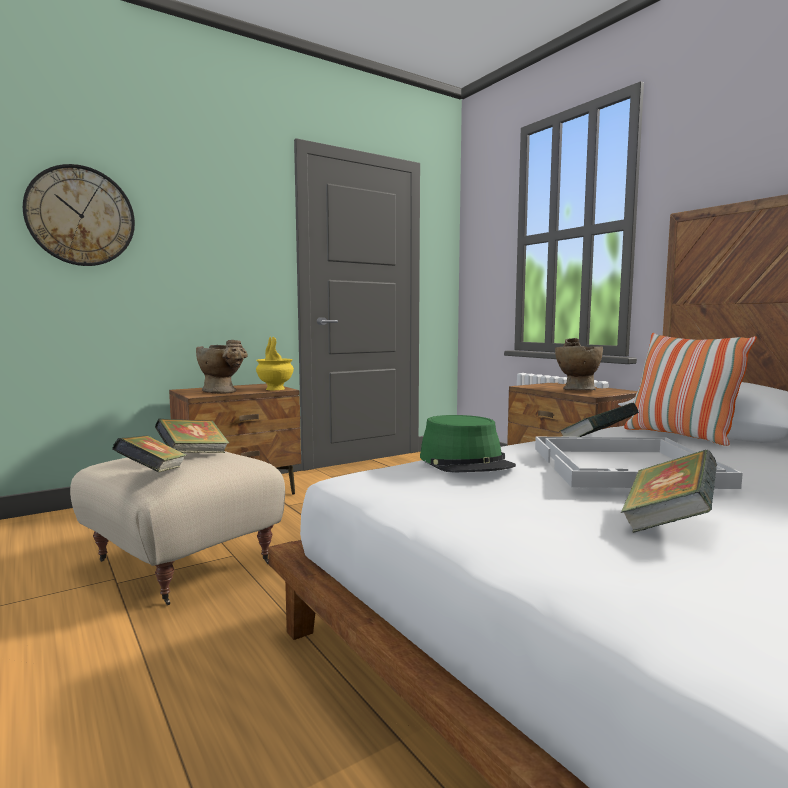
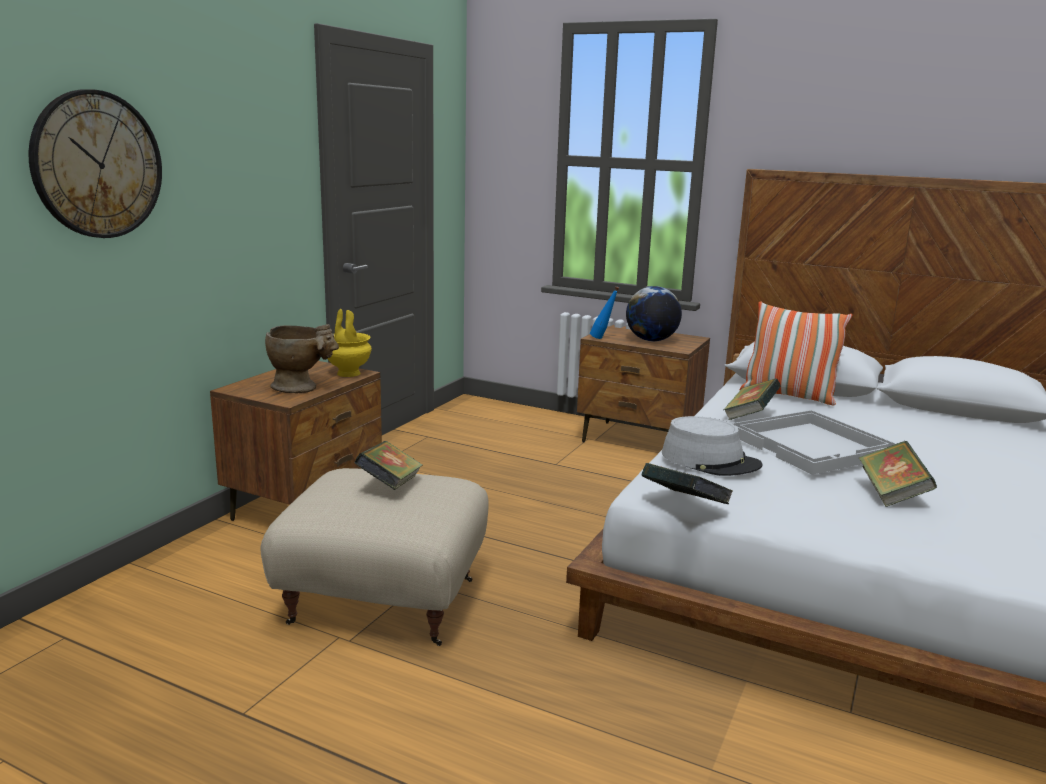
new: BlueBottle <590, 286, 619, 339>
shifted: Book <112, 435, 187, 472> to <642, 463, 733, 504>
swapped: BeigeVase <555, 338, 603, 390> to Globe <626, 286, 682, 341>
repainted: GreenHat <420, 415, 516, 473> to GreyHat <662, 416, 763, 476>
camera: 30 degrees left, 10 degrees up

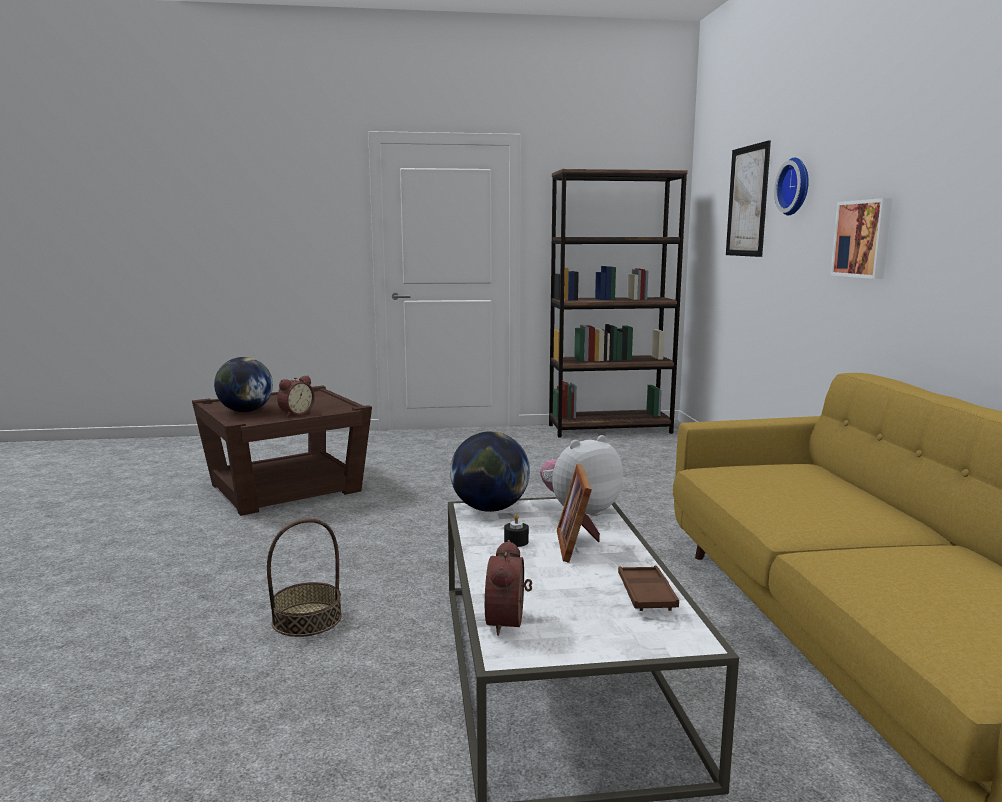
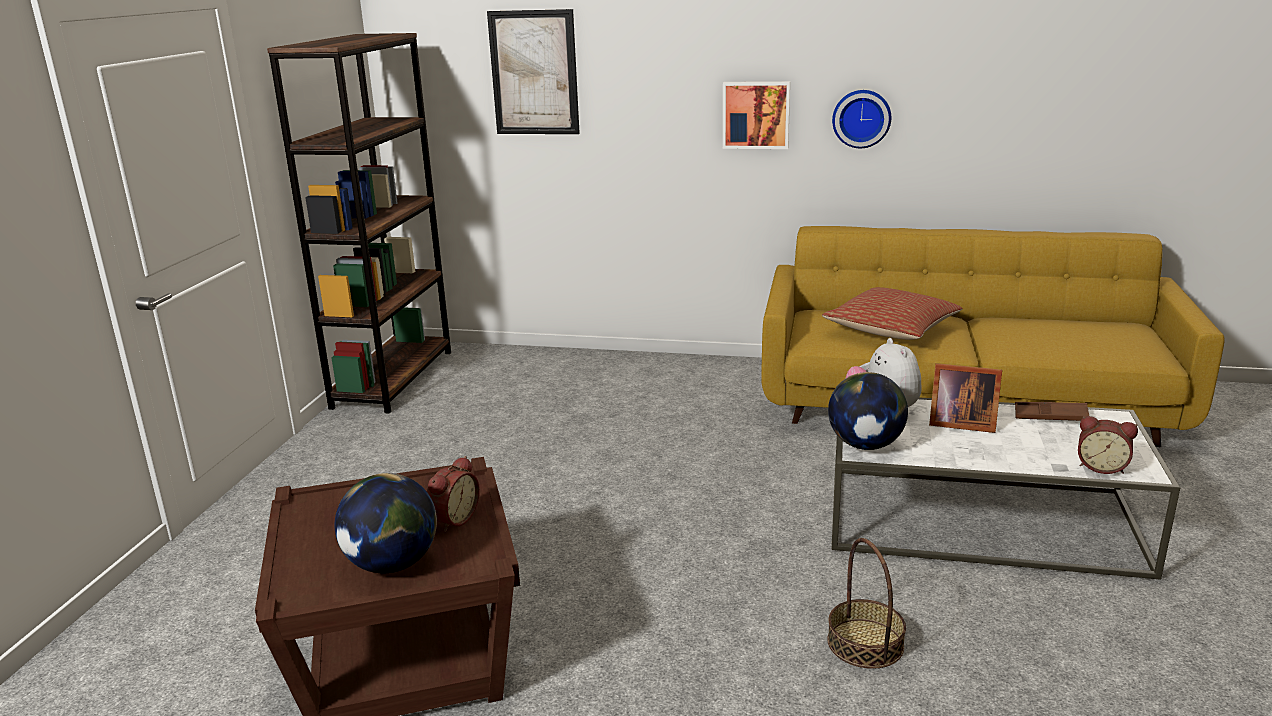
gone: BlackCandle <504, 514, 529, 547>
new: Pillow <822, 287, 963, 340>
shifted: WallClock <774, 158, 809, 215> to <832, 90, 891, 148>
rotated: AlarmClock <277, 375, 315, 417> = <427, 456, 480, 532> 60 degrees clockwise
camera: 70 degrees left, 10 degrees up

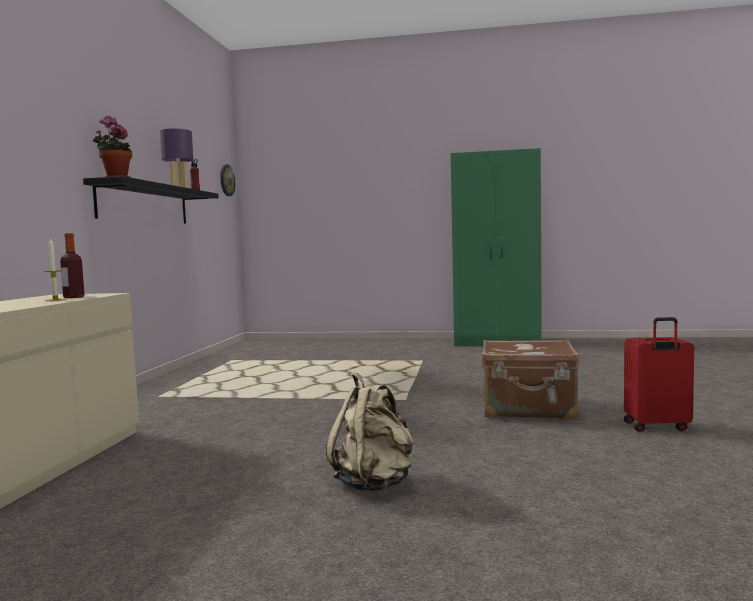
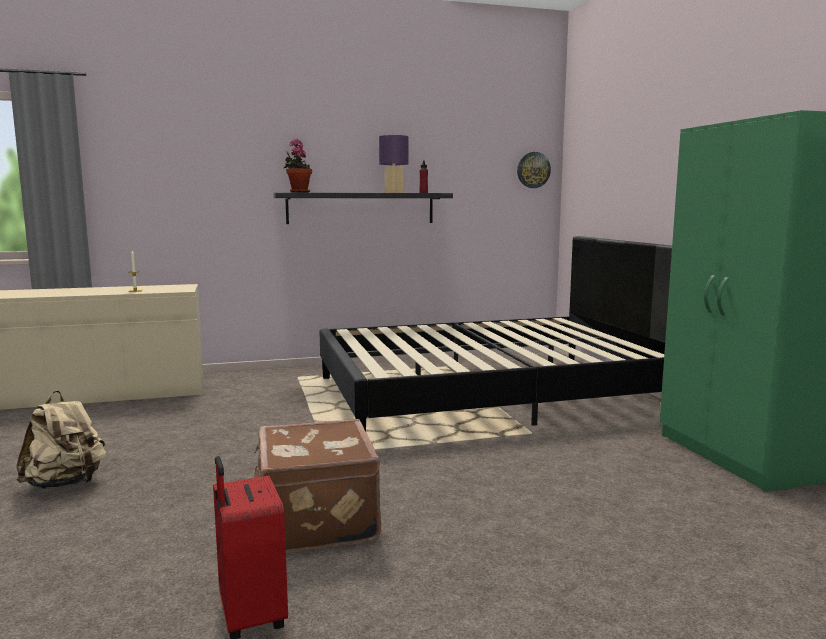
gone: Bottle <60, 233, 85, 298>
new: BlackBed <319, 236, 672, 431>
camera: 65 degrees right, 5 degrees up

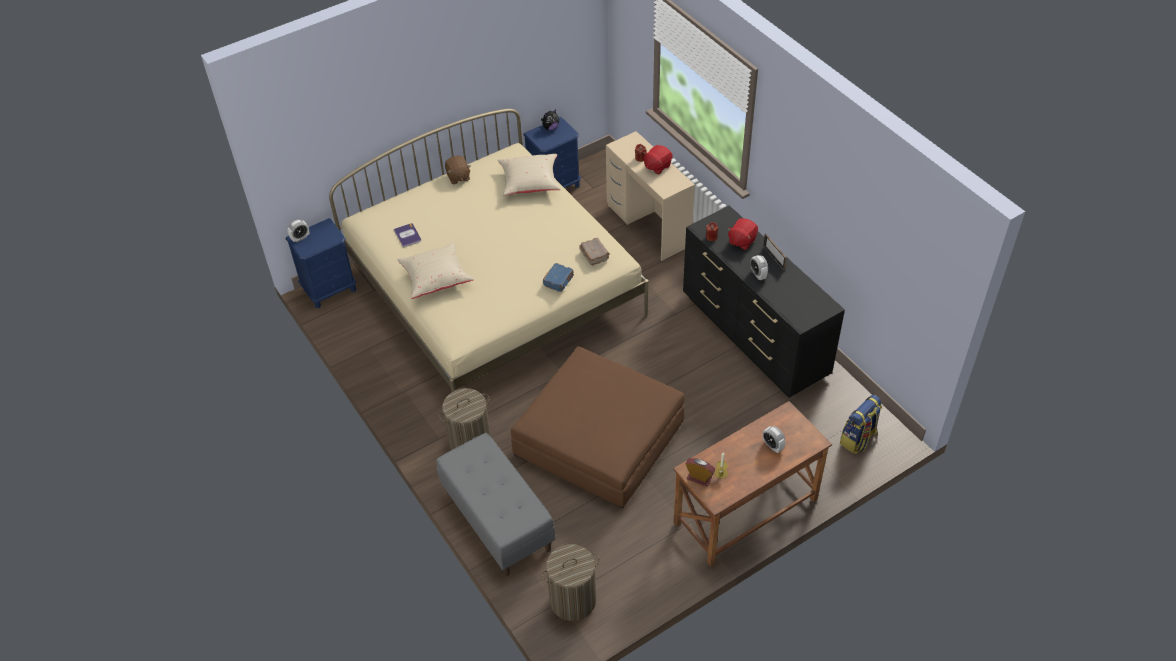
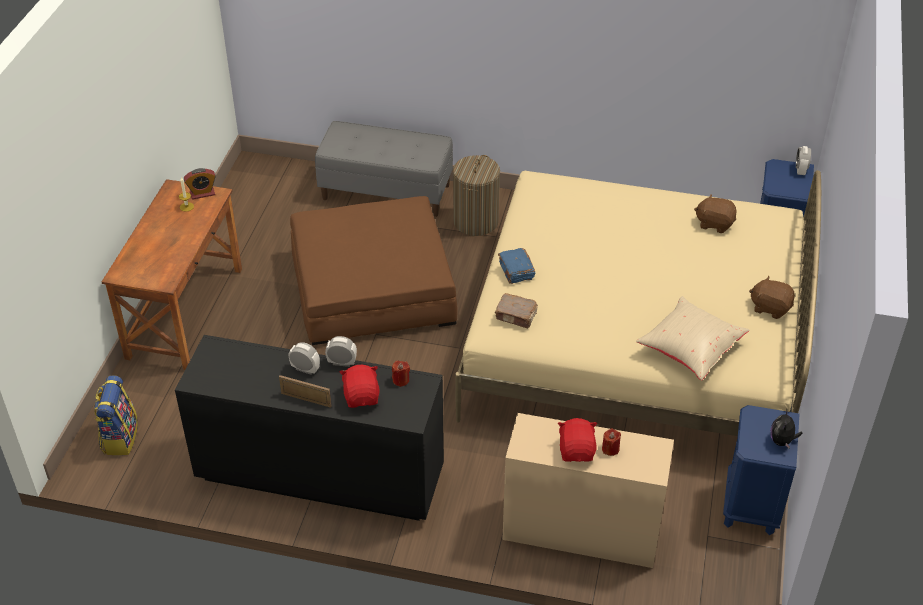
gone: BeigePillow <397, 242, 474, 299>; LaundryBasket <541, 544, 599, 621>
shifted: AlarmClock <763, 426, 785, 453> to <325, 336, 357, 367>
swapped: Book <394, 223, 421, 248> to BrownPlushToy <694, 194, 737, 233>
camera: 135 degrees right, 5 degrees down

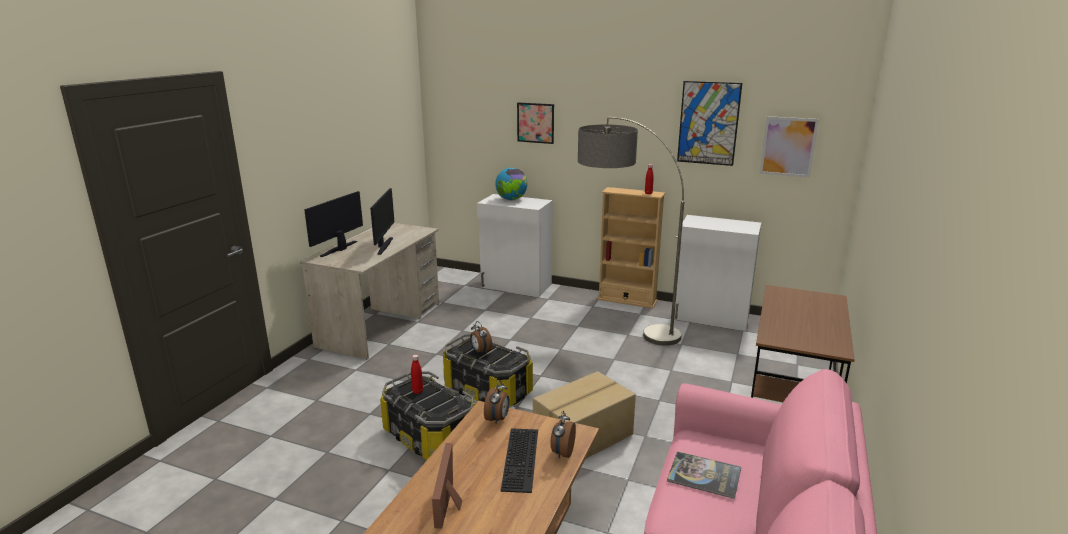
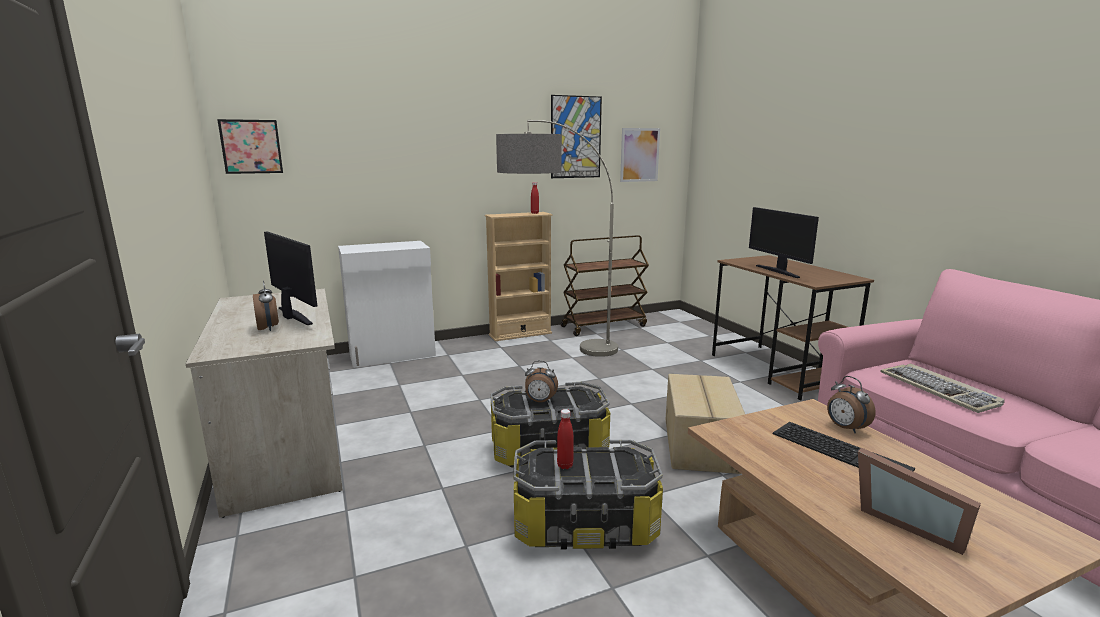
gone: Globe <495, 168, 528, 200>
shifted: Monitor <304, 191, 363, 257> to <749, 207, 819, 278>; AlarmClock <484, 380, 510, 423> to <253, 281, 279, 331>; Picture <517, 102, 554, 144> to <217, 119, 283, 174>
swapped: Book <667, 451, 741, 499> to Keyboard <881, 363, 1005, 413>; WhiteCabinet <674, 215, 761, 331> to BrownCart <561, 235, 649, 336>
camera: 45 degrees left, 5 degrees down

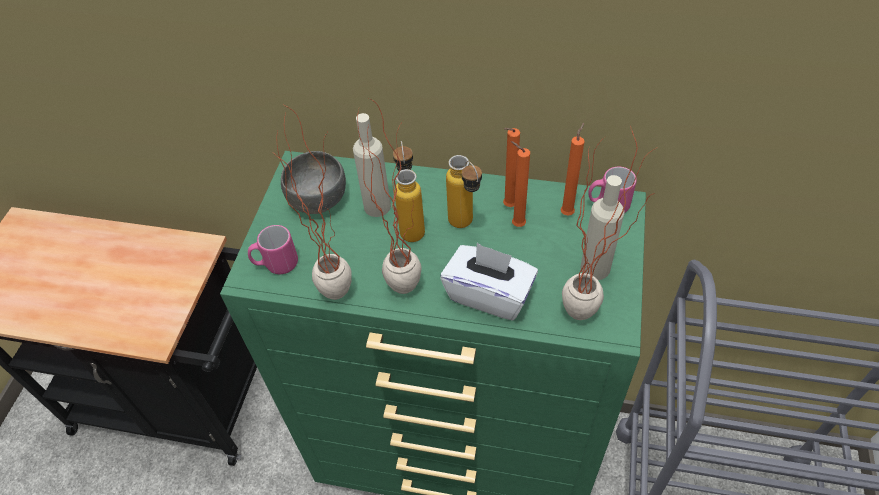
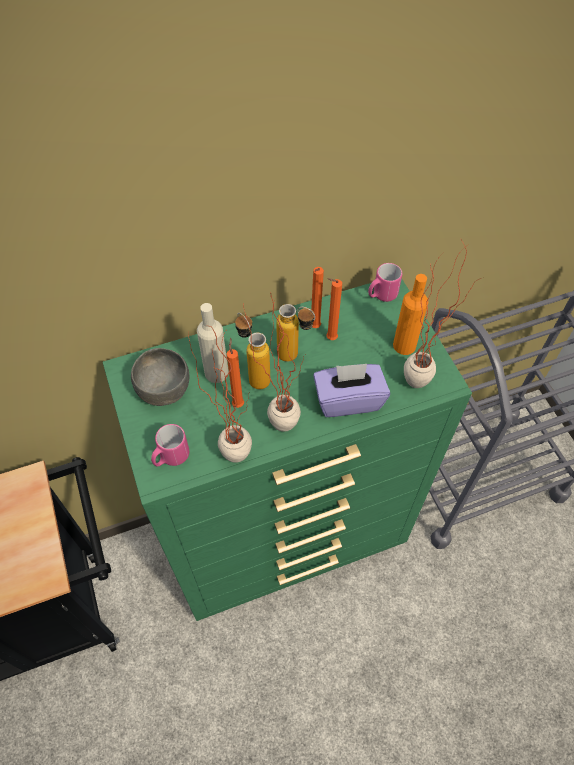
shifted: OrangeCandle <561, 123, 584, 216> to <227, 338, 244, 408>
repainted: WhiteTissueBox <440, 243, 538, 320> to PurpleTissueBox <313, 364, 390, 417>; BeigeBottle <580, 175, 624, 280> to OrangeBottle <393, 274, 428, 355>
camera: 35 degrees left, 5 degrees up

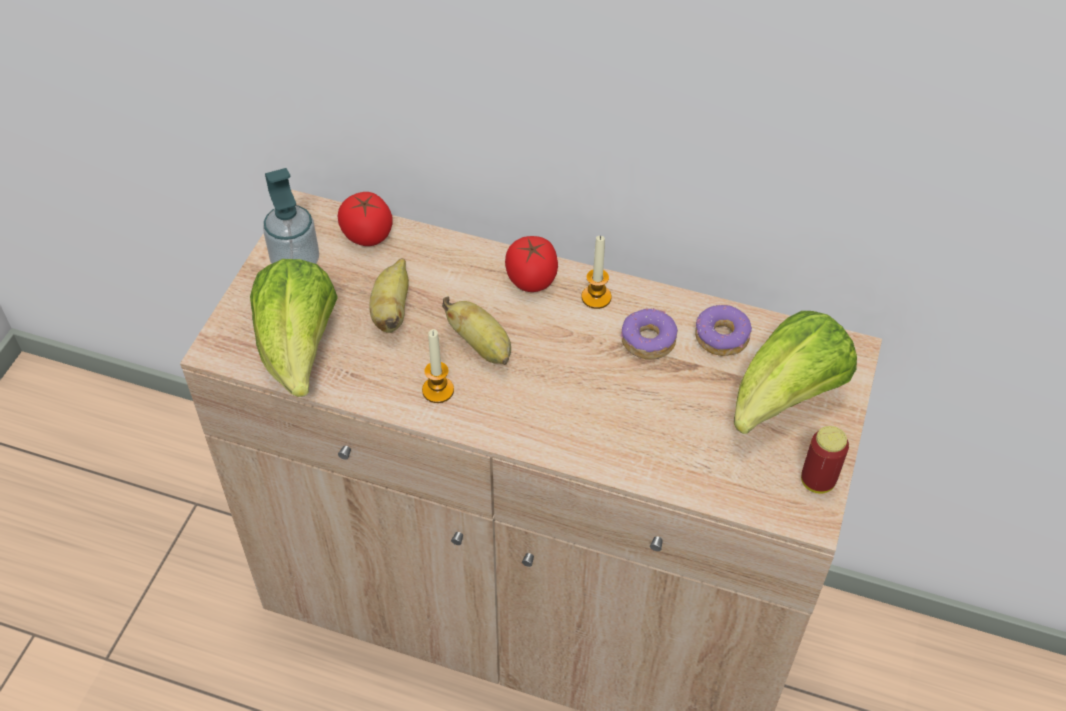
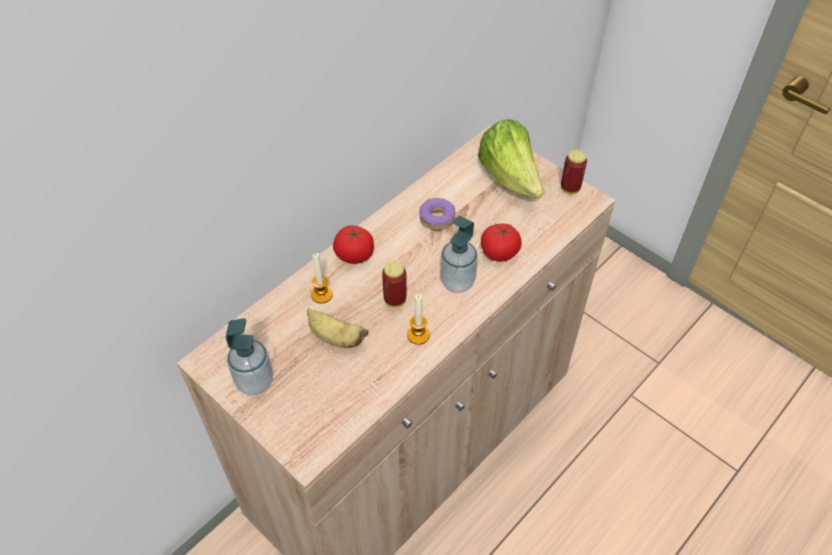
gone: Lettuce <250, 259, 338, 397>; Donut <695, 305, 752, 356>
new: SoapDispenser <440, 216, 478, 293>
shifted: Tomato <338, 192, 393, 246> to <481, 224, 522, 262>; Candle <582, 236, 611, 309> to <311, 253, 333, 304>
swapped: Banana <442, 296, 511, 365> to Can <382, 261, 406, 307>
camera: 65 degrees left, 0 degrees up

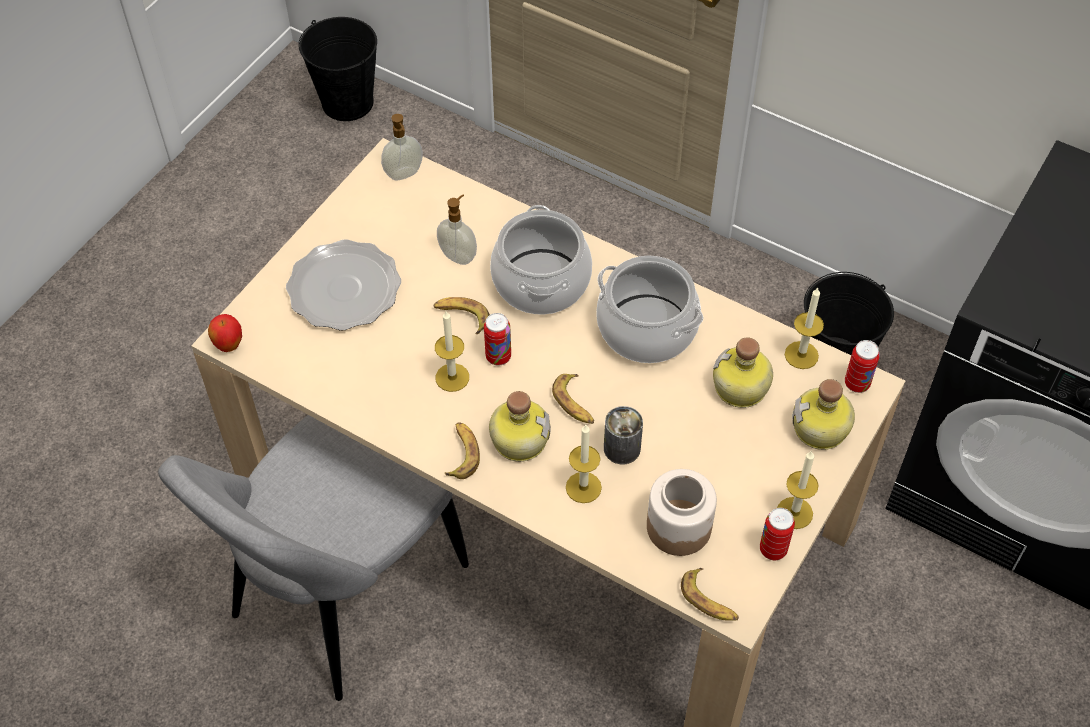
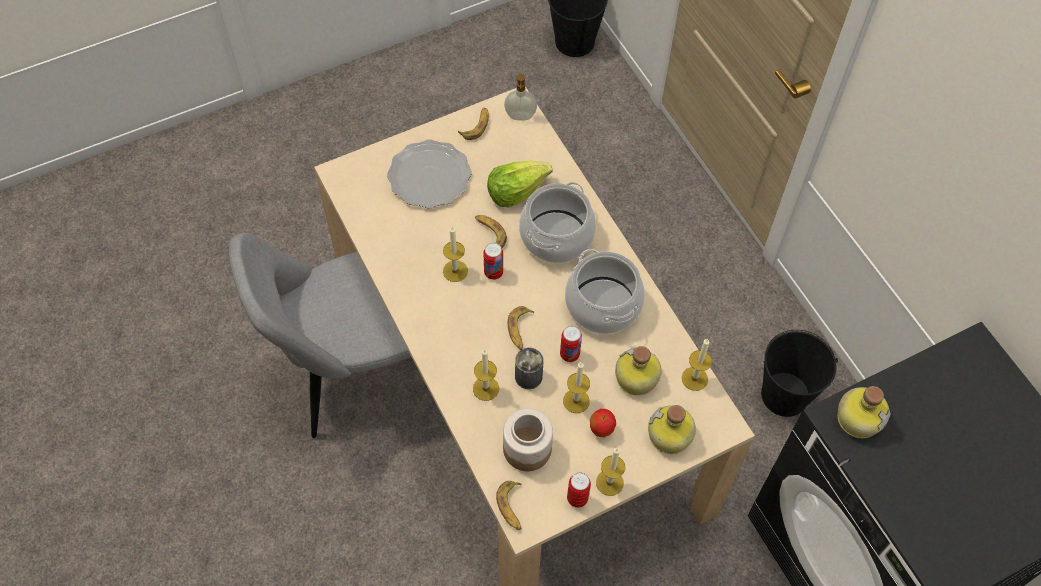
new: Candle <563, 362, 590, 413>
shifted: Apple <208, 314, 242, 352> to <590, 409, 616, 437>; Banana <445, 423, 480, 479> to <458, 108, 489, 140>; Bottle <489, 391, 551, 462> to <838, 386, 891, 438>; Can <845, 340, 880, 393> to <560, 326, 582, 362>
swapped: SoapDispenser <437, 195, 477, 265> to Lettuce <487, 160, 553, 208>
camera: 30 degrees right, 5 degrees up

